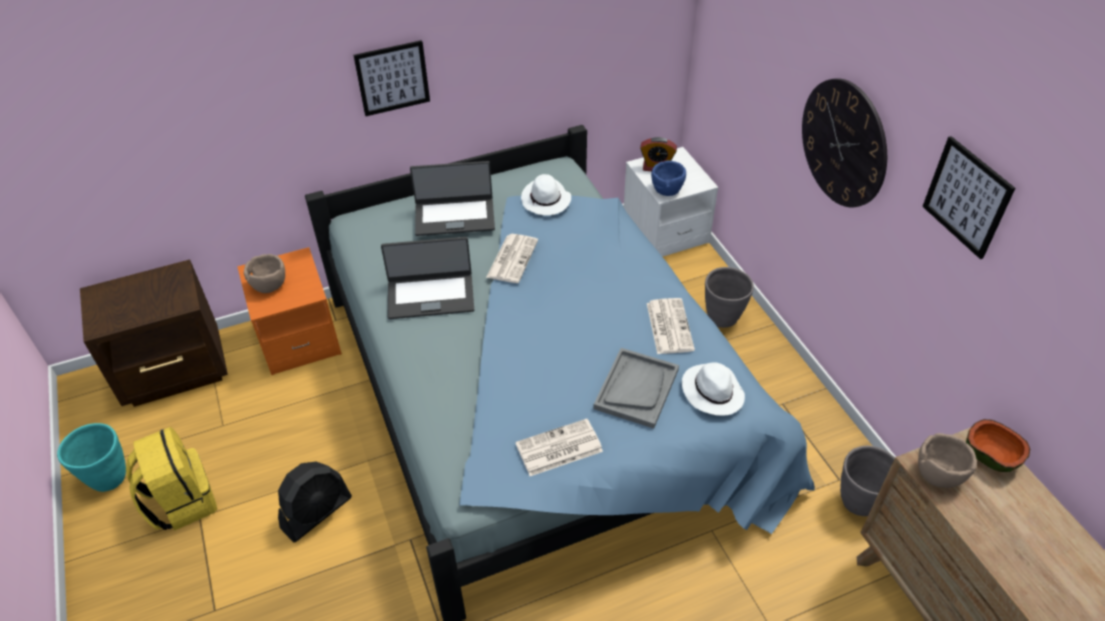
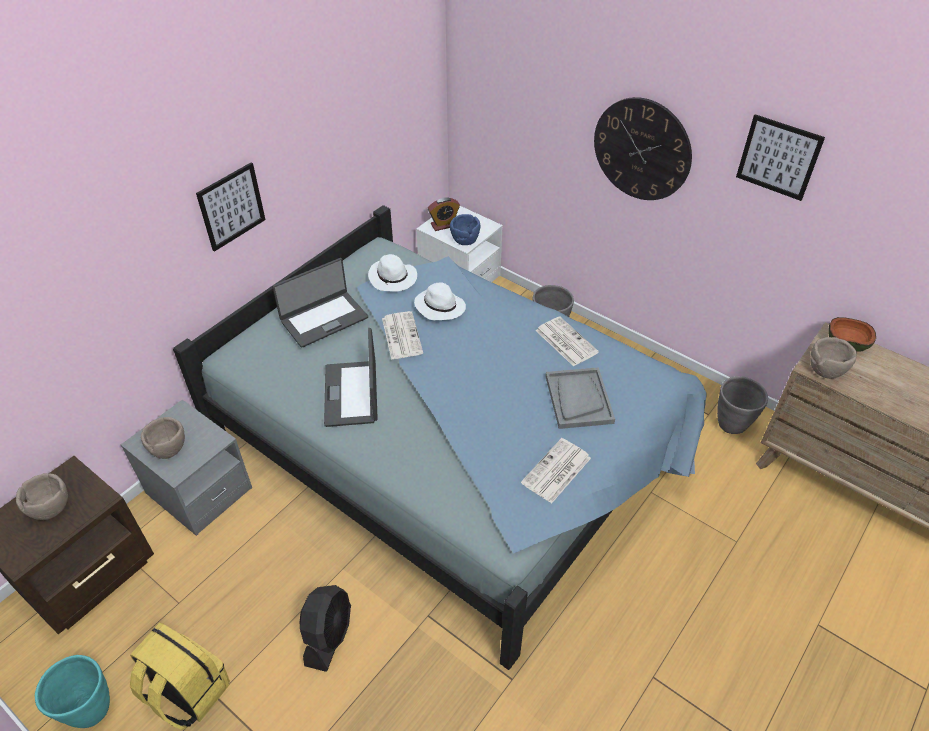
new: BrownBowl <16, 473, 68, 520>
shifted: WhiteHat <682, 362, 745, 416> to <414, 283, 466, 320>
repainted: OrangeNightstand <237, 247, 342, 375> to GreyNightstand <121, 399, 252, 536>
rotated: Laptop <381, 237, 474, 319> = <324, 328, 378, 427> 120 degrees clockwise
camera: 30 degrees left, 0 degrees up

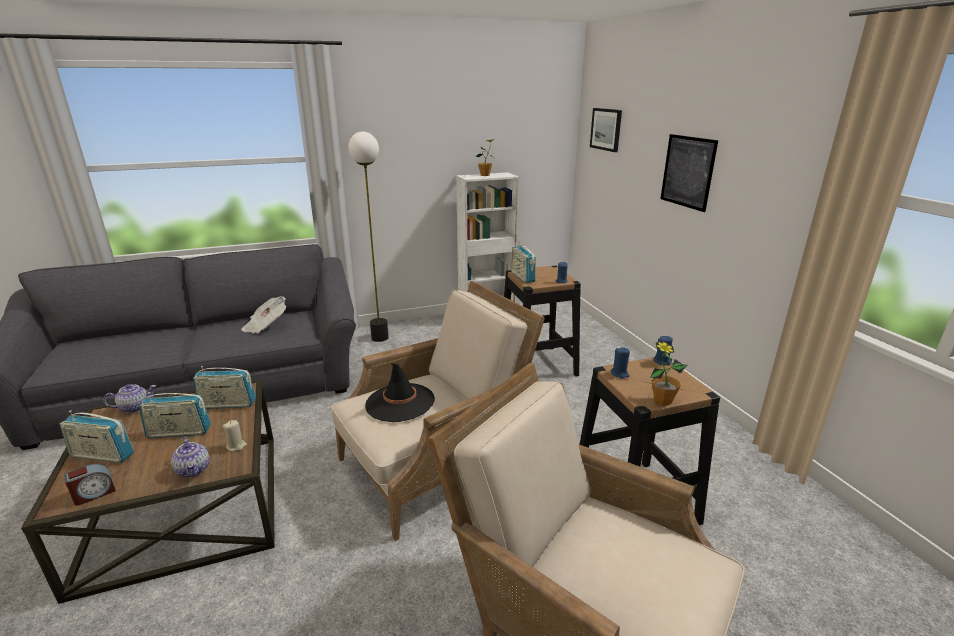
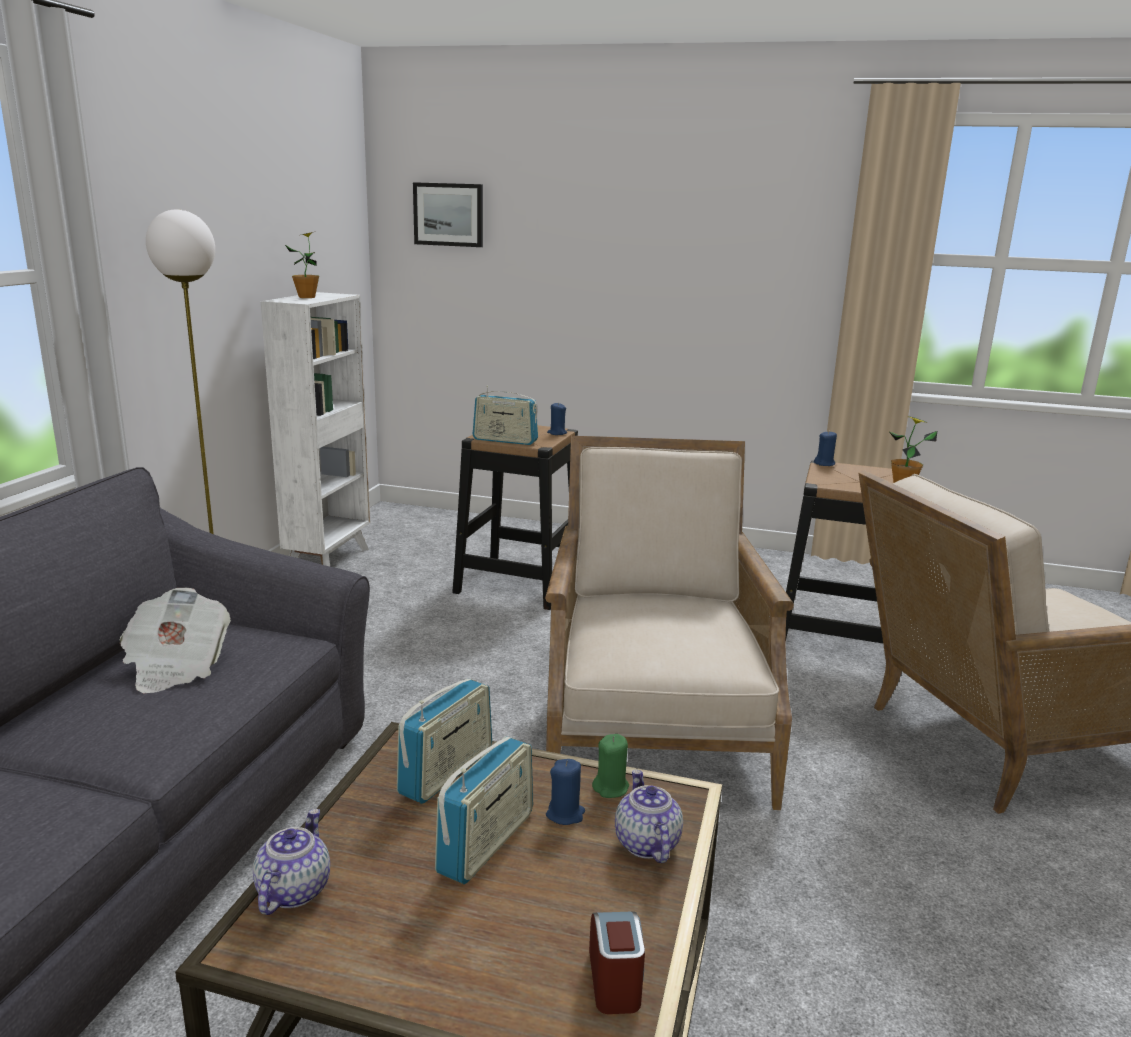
gone: Radio <59, 410, 134, 463>; BlackHat <365, 362, 435, 422>; Picture <661, 134, 718, 212>
shifted: BlueCandle <611, 347, 630, 378> to <546, 759, 585, 825>
repainted: BeigeCandle <223, 420, 247, 451> to GreenCandle <592, 734, 629, 798>
rotated: Teapot <171, 437, 210, 477> = <615, 770, 683, 863> 105 degrees counterclockwise
camera: 55 degrees left, 5 degrees down

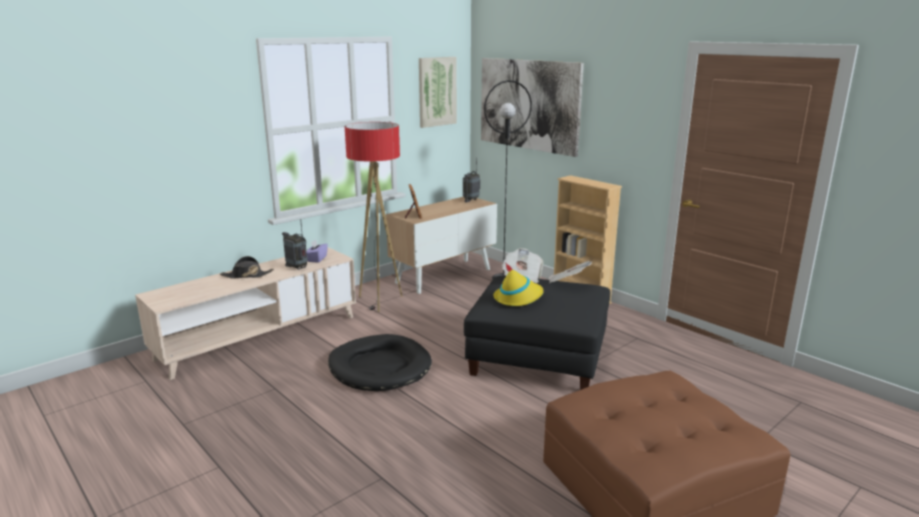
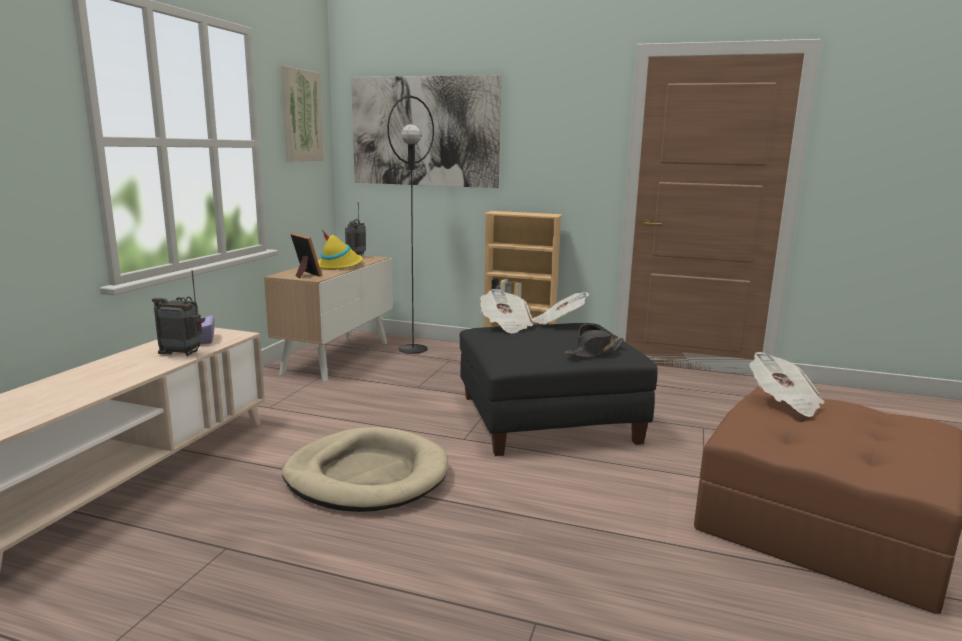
gone: FloorLamp <345, 122, 402, 312>
new: Newspaper <749, 352, 825, 417>
shifted: BlackHat <220, 256, 274, 279> to <565, 324, 624, 357>; YellowHat <494, 262, 544, 306> to <318, 230, 363, 270>
repainted: BlackDogBed <328, 334, 432, 391> to BeigeDogBed <282, 427, 448, 512>
camera: 30 degrees left, 5 degrees down

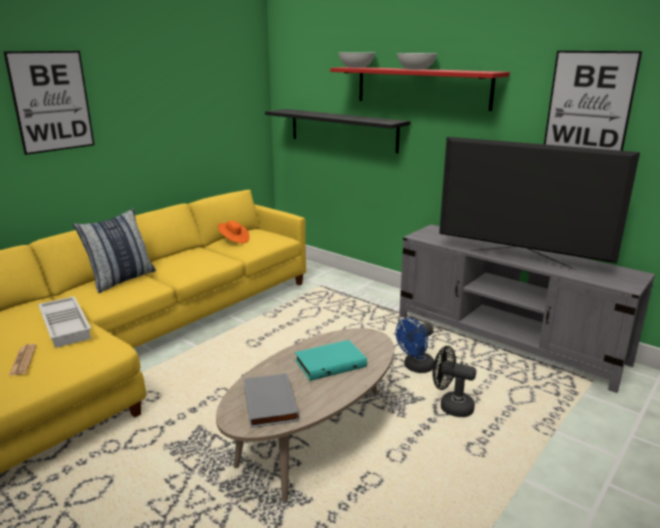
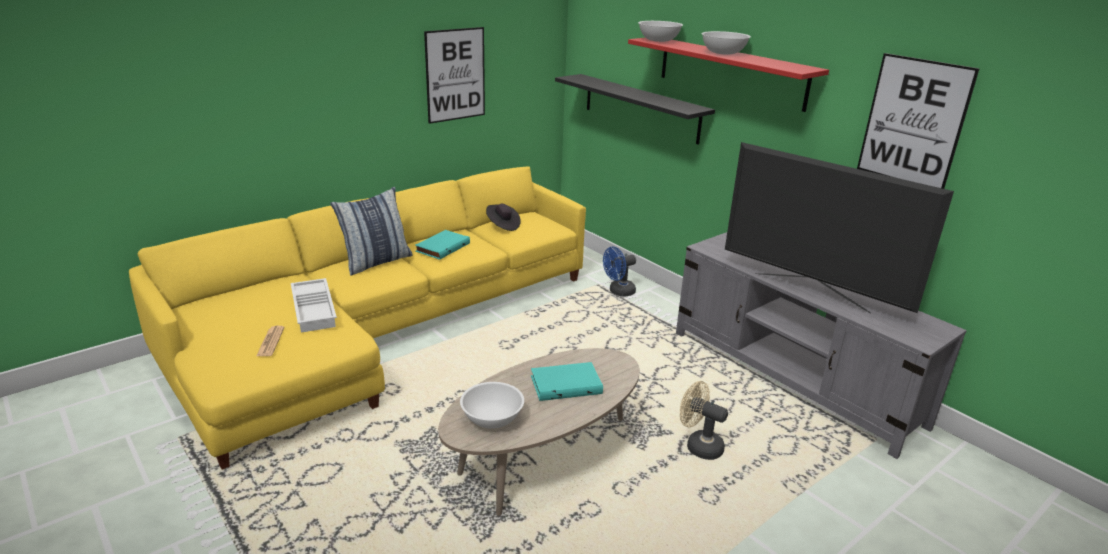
new: TurquoiseBook <415, 230, 470, 260>
shifted: Picture <4, 51, 95, 155> to <424, 27, 485, 124>; BlueFan <396, 318, 434, 373> to <603, 247, 636, 296>
swapped: GreyBook <244, 373, 299, 428> to WhiteBowl <460, 382, 524, 429>
repainted: OrangeHat <218, 221, 250, 243> to BlackHat <486, 204, 521, 231>; BlackFan <432, 346, 476, 417> to BeigeFan <680, 381, 728, 460>
camera: 10 degrees right, 5 degrees up

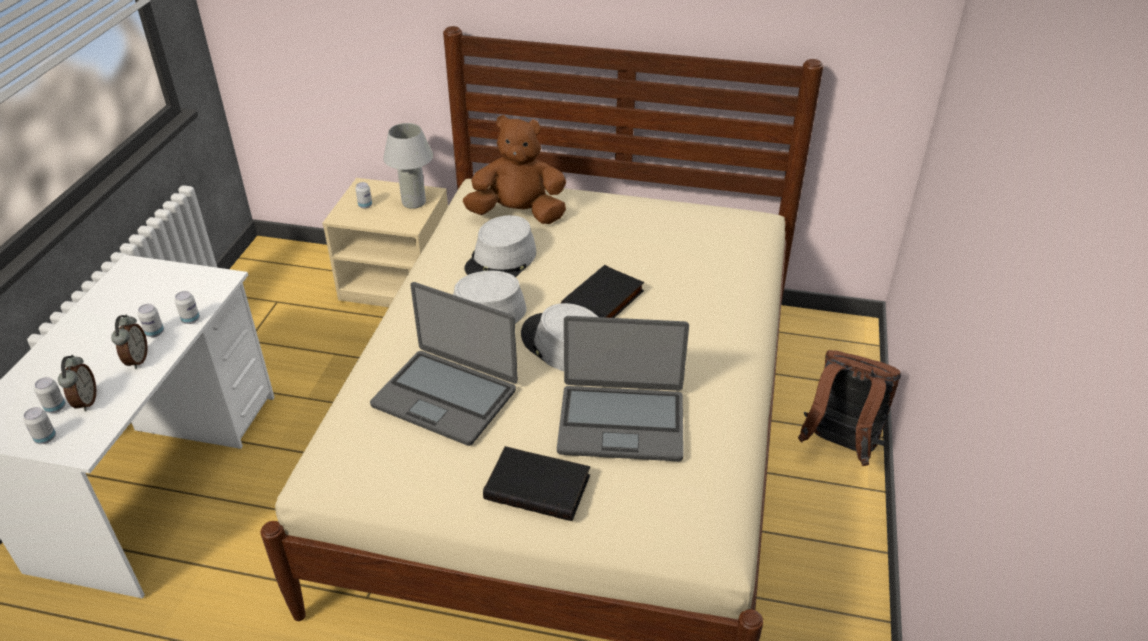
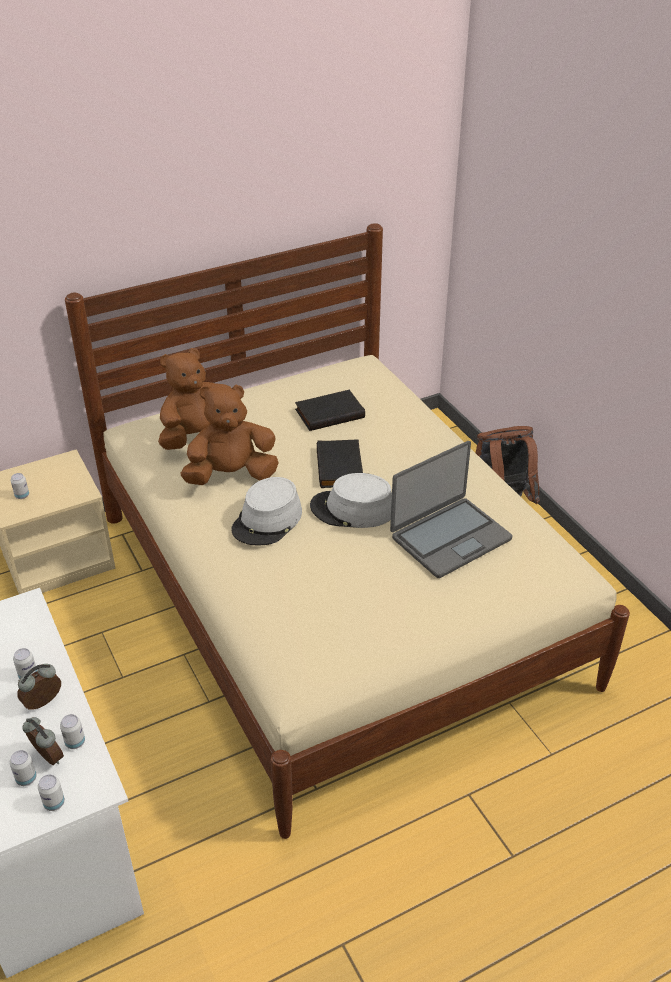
gone: Laptop <370, 282, 518, 446>; WhiteTableLamp <383, 123, 433, 209>
shifted: Can <175, 291, 200, 324> to <60, 714, 85, 749>; BlackBook <483, 446, 590, 521> to <295, 390, 365, 431>
swapped: GreyHat <465, 215, 537, 277> to BrownPlushToy <181, 384, 279, 485>
rotated: AlarmClock <111, 315, 148, 369> = <17, 664, 61, 710> 90 degrees counterclockwise
camera: 40 degrees left, 0 degrees up

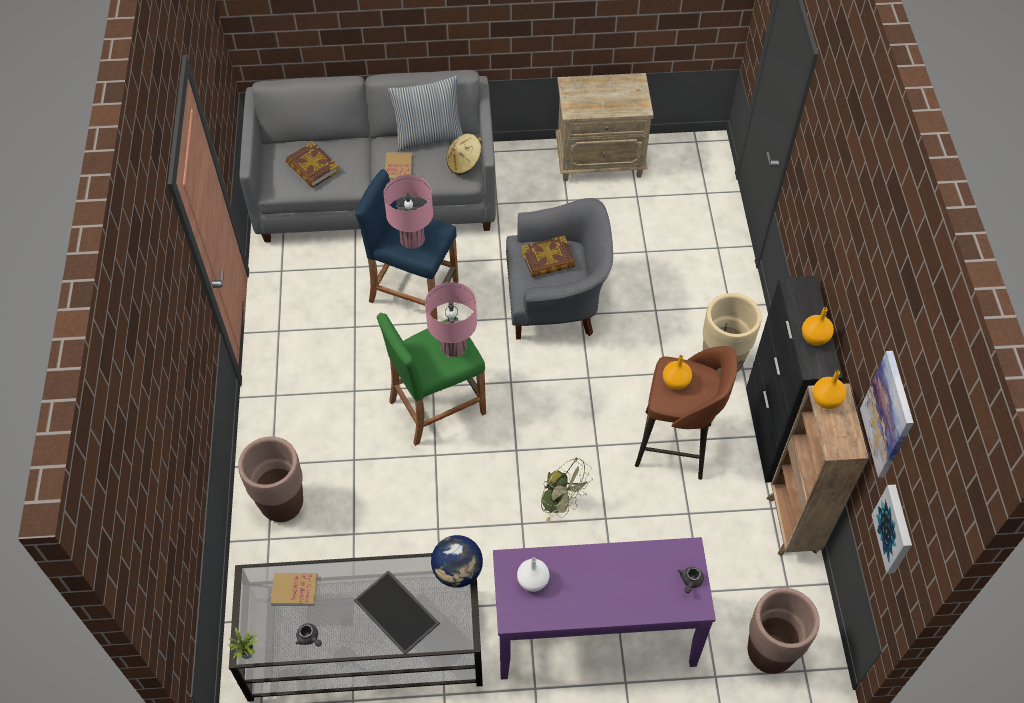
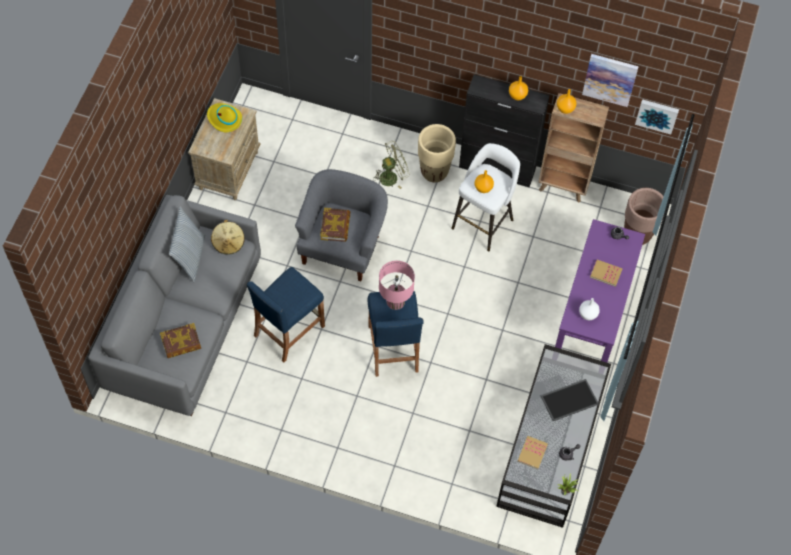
gone: BrownPlanter <238, 437, 303, 522>; PinkTableLamp <383, 175, 433, 249>; Globe <431, 535, 483, 588>
new: YellowHat <207, 103, 242, 132>
shifted: Book <385, 152, 413, 181> to <590, 260, 623, 287>; GreenFan <541, 457, 593, 523> to <375, 141, 410, 189>
repainted: GreenStool <377, 313, 486, 446> to BlueStool <367, 291, 424, 377>; BrownStool <635, 346, 738, 480> to WhiteStool <451, 143, 520, 251>
camera: 70 degrees left, 5 degrees up

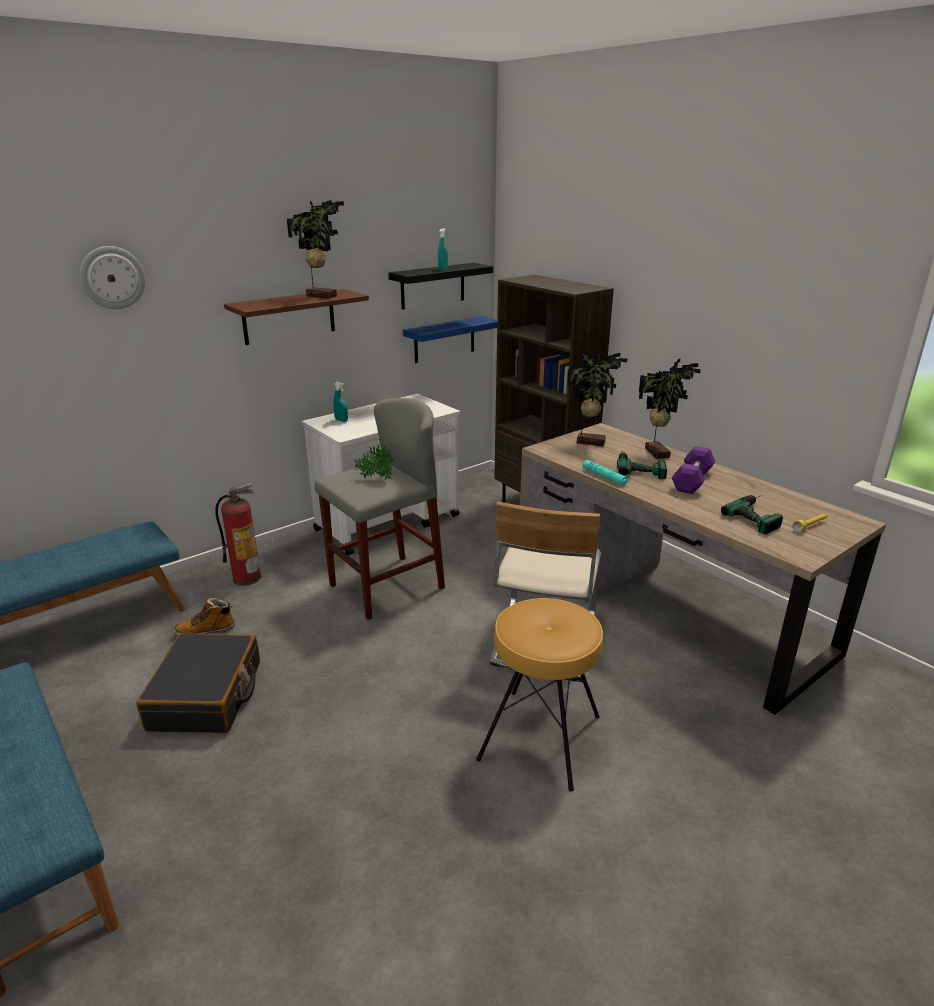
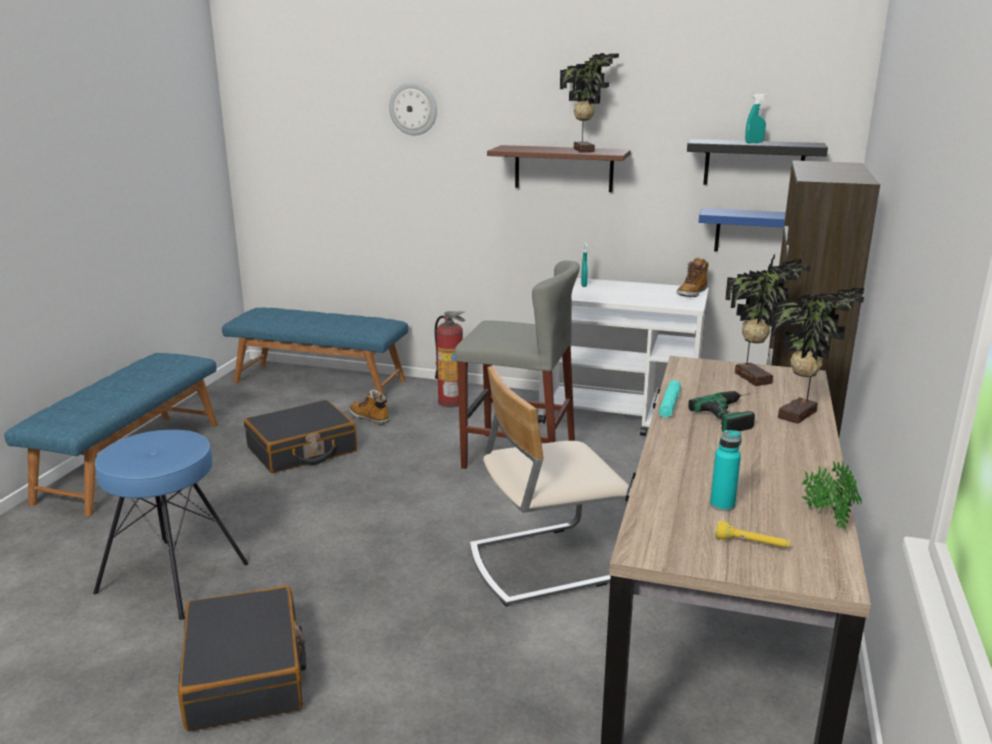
gone: BrownStool <476, 598, 603, 792>; PurpleDumbbell <672, 446, 715, 494>
new: BlueStool <93, 430, 249, 620>; BlackSuitcase <178, 585, 306, 731>; Boot <677, 257, 709, 297>
shifted: PottedPlant <355, 444, 395, 480> to <801, 461, 862, 530>
swapped: PowerDrill <721, 495, 783, 535> to TurquoiseBottle <710, 430, 741, 511>
camera: 55 degrees right, 5 degrees down

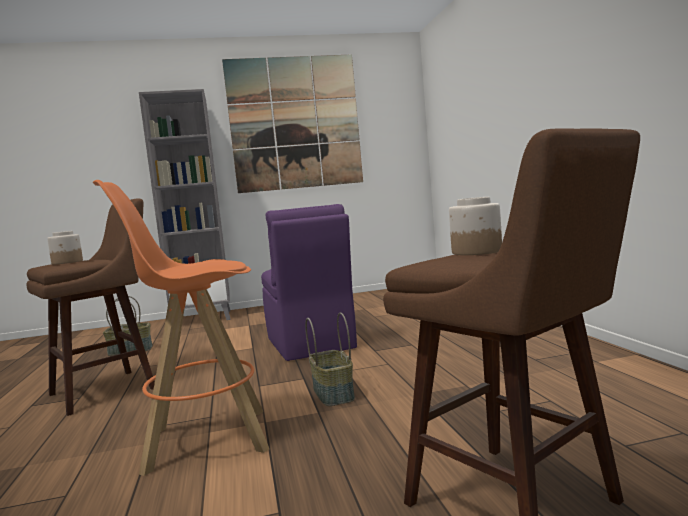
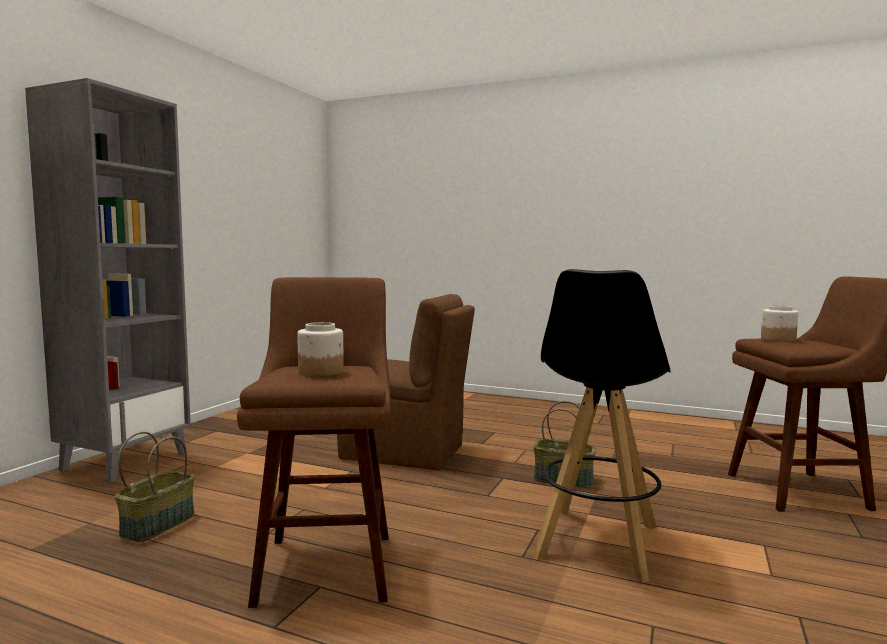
gone: Picture <222, 54, 363, 193>
repainted: OrangeStool <93, 180, 269, 476> to BlackStool <533, 269, 671, 583>; PurpleChair <261, 204, 357, 361> to BrownChair <337, 294, 475, 471>
camera: 55 degrees left, 0 degrees up

